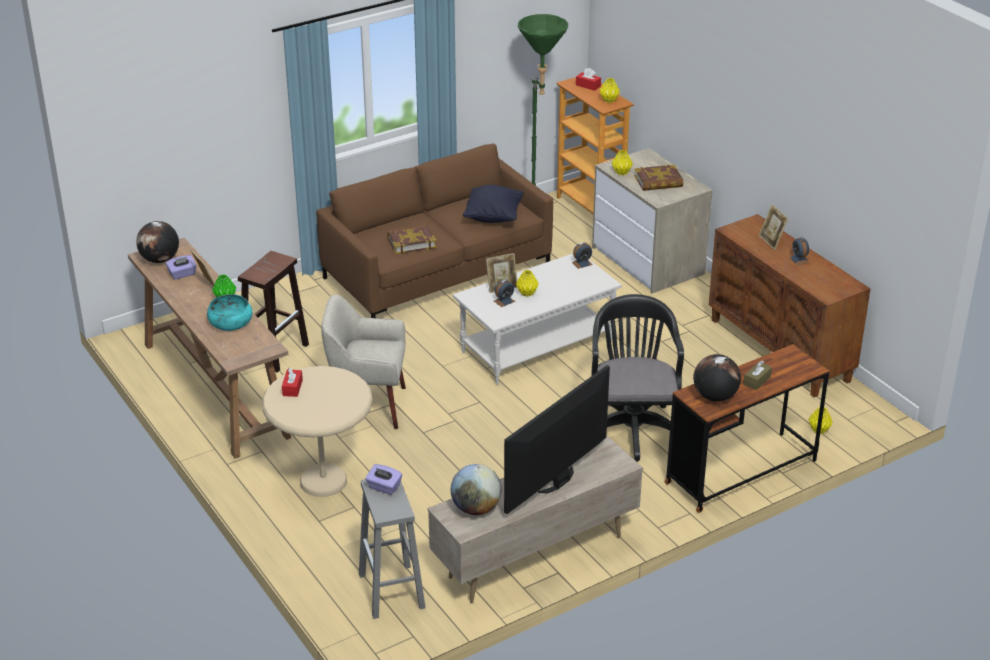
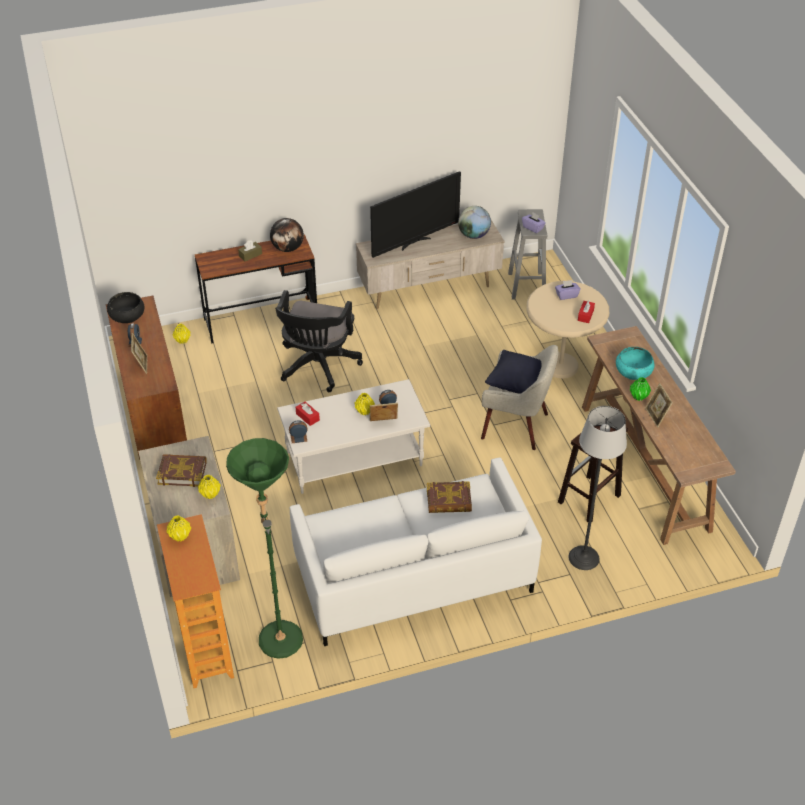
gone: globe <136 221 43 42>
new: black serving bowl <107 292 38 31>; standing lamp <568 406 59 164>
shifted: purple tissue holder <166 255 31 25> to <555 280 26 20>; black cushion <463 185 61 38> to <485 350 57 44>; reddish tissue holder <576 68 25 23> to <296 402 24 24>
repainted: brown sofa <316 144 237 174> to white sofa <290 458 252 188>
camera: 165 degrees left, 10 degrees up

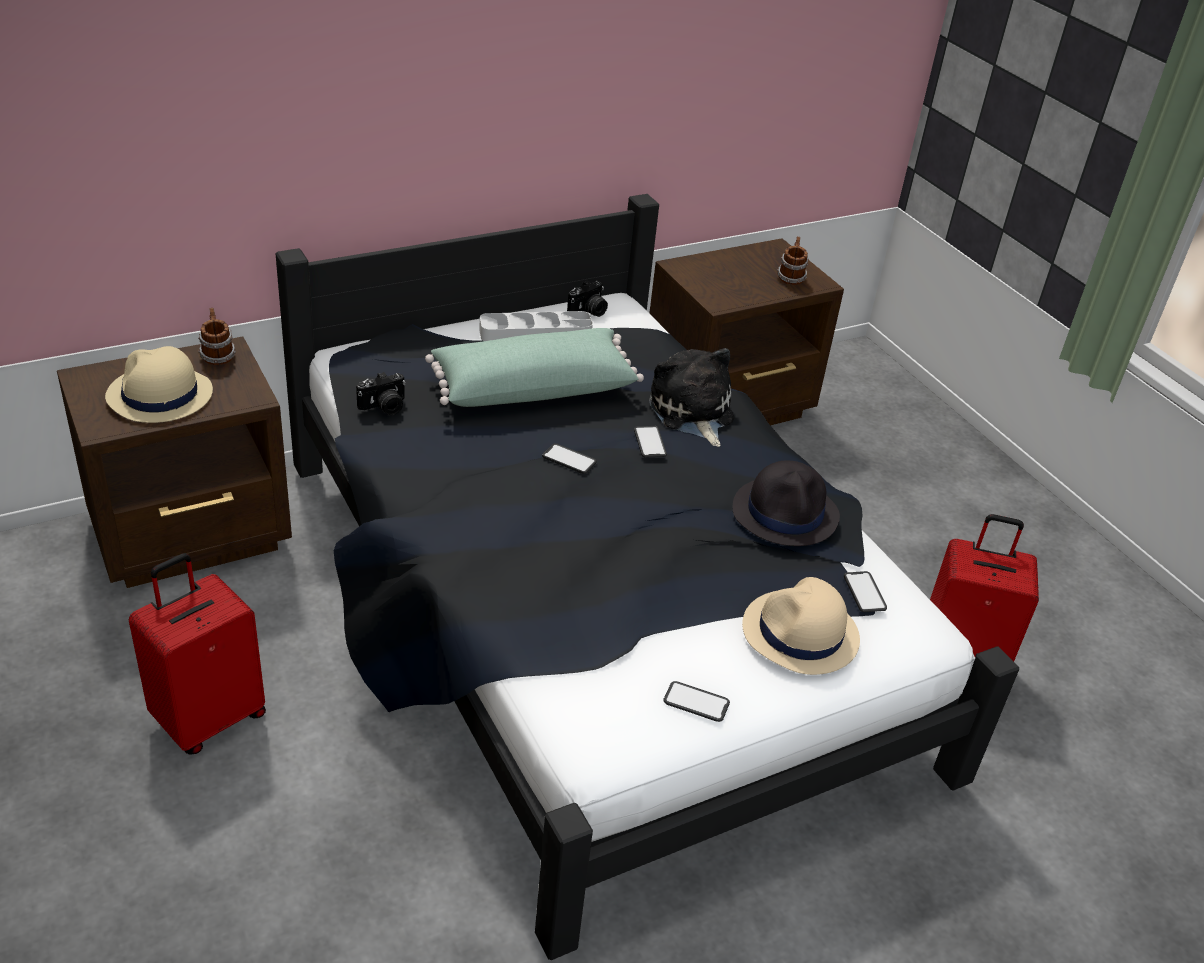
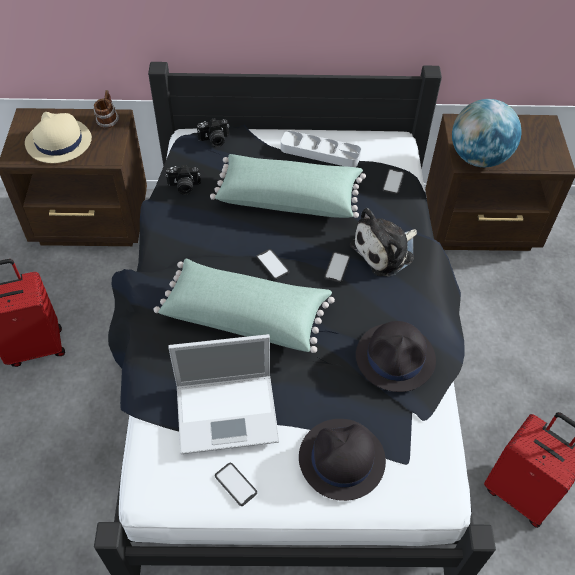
gone: mug <777 237 32 48>
new: green-coloured cushion <154 258 181 95>; laptop <168 334 111 120>; globe <452 99 69 68>
shifted: still camera <567 281 41 36> to <197 118 32 29>; telephone <844 571 43 41> to <382 169 23 25>
repainted: sand-coloured wearable hat <742 577 118 98> to black wearable hat <299 419 87 82>
rotated: soft toy <649 348 85 99> = <350 208 67 69> 135 degrees counterclockwise
camera: 30 degrees right, 15 degrees up

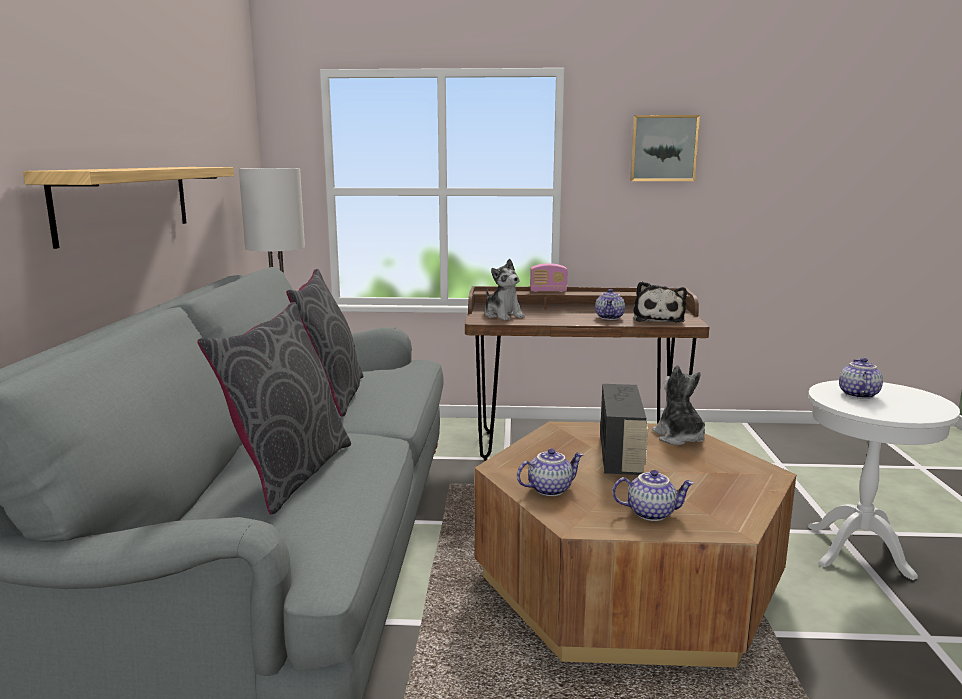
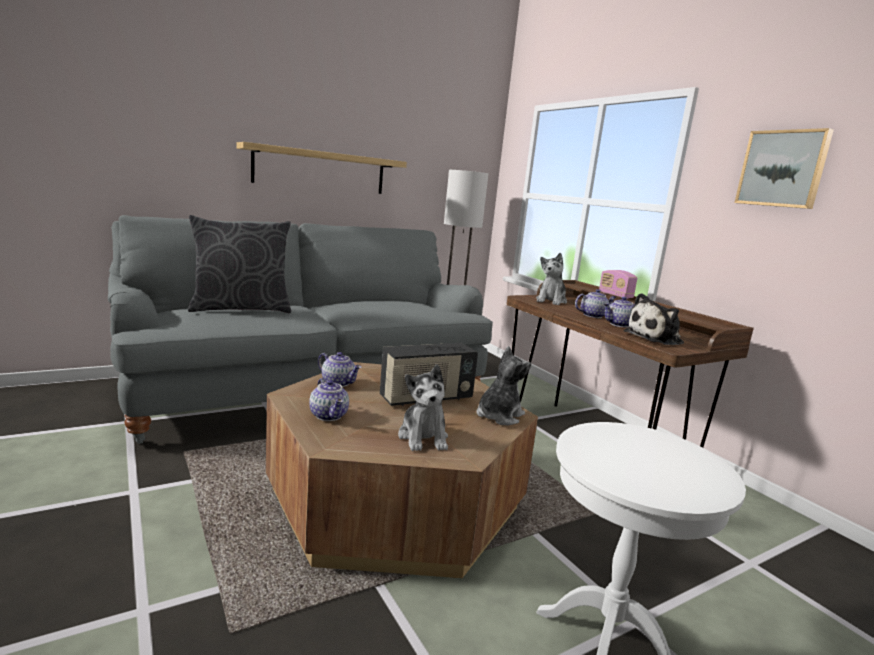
gone: greyish cushion <286 269 77 148>
new: soft toy <398 364 50 87>
shifted: tea pot <839 358 44 41> to <575 289 42 29>
camera: 55 degrees right, 0 degrees up

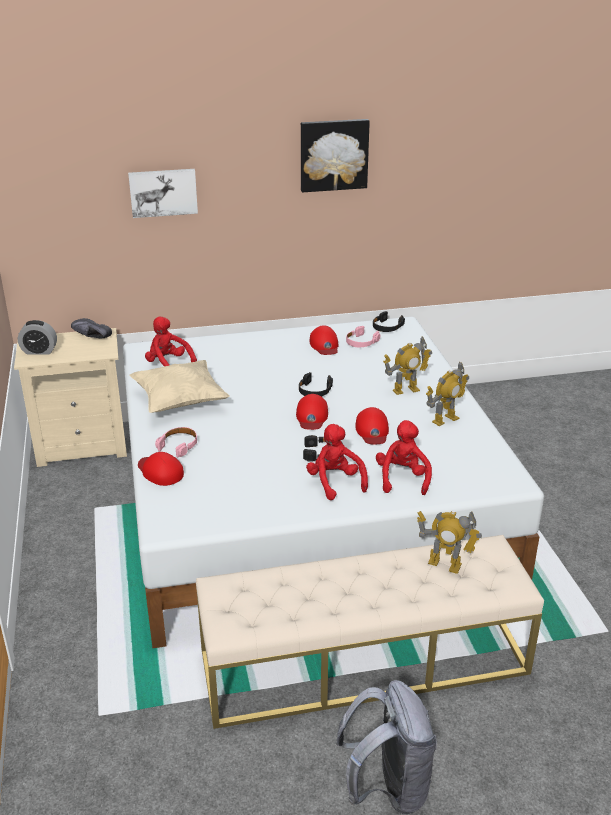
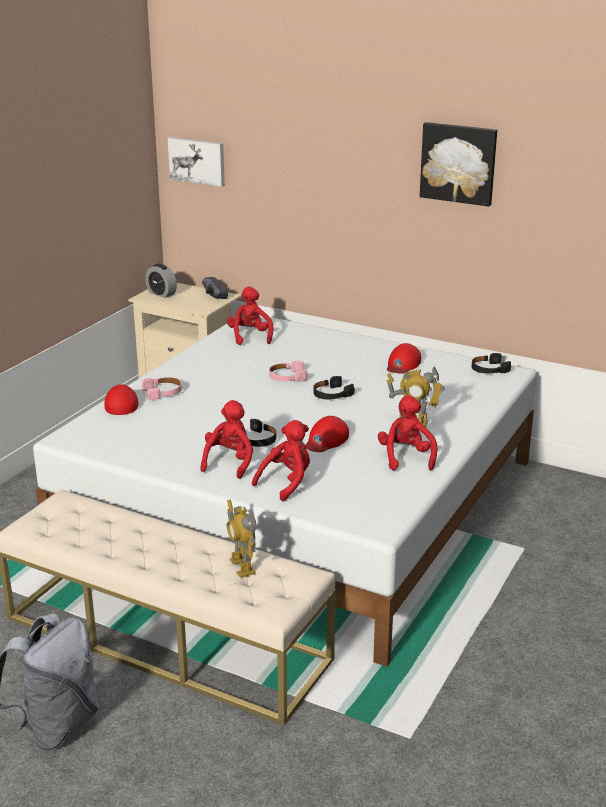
gone: sand-coloured cushion <129 360 101 53>; reddish peaked cap <296 394 32 36>
shifted: picture <128 169 70 49> to <168 137 57 50>; pink headset <346 326 34 21> to <269 361 38 21>
swapped: robot figure <426 362 43 64> to reddish soft toy <378 395 59 76>
camera: 40 degrees right, 5 degrees down

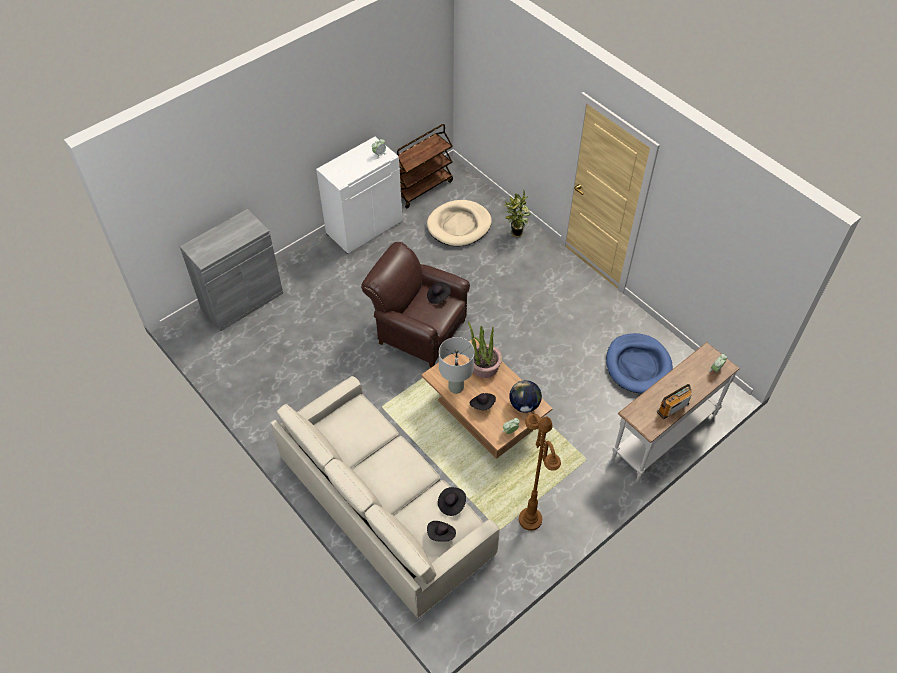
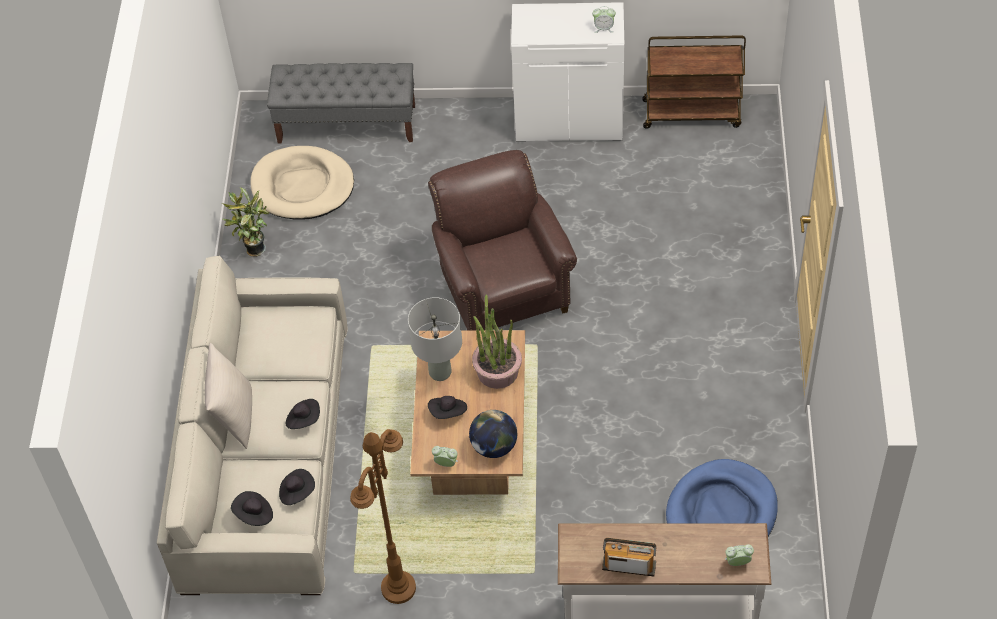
new: sand-coloured cushion <205 343 47 106>
shifted: sand-coloured pet bed <427 200 65 46> to <250 146 104 74>; black wearable hat <427 282 24 22> to <286 399 34 30>; houseplant <504 191 27 46> to <222 187 48 70>
swapped: greyish storage cabinet <180 209 103 122> to greyish long seat <267 63 148 81>
camera: 45 degrees right, 0 degrees up

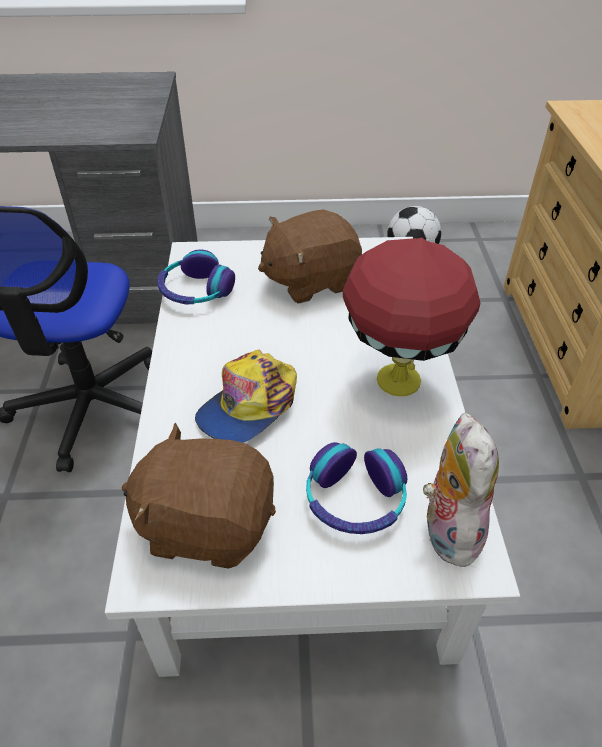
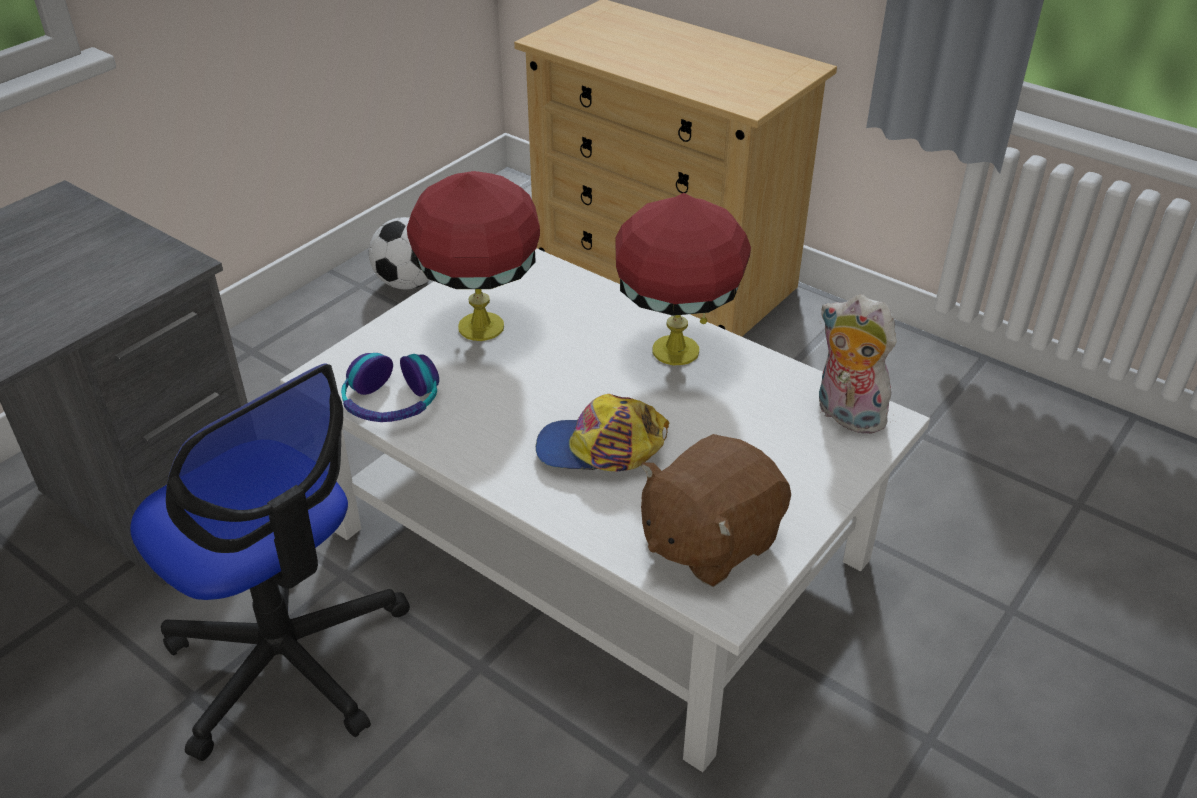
gone: headset <306 442 101 92>
swapped: brown soft toy <258 209 104 95> to reddish tabletop lamp <407 171 133 170>
rotated: peaked cap <195 350 102 93> = <536 394 133 78> 105 degrees clockwise
camera: 50 degrees left, 5 degrees down

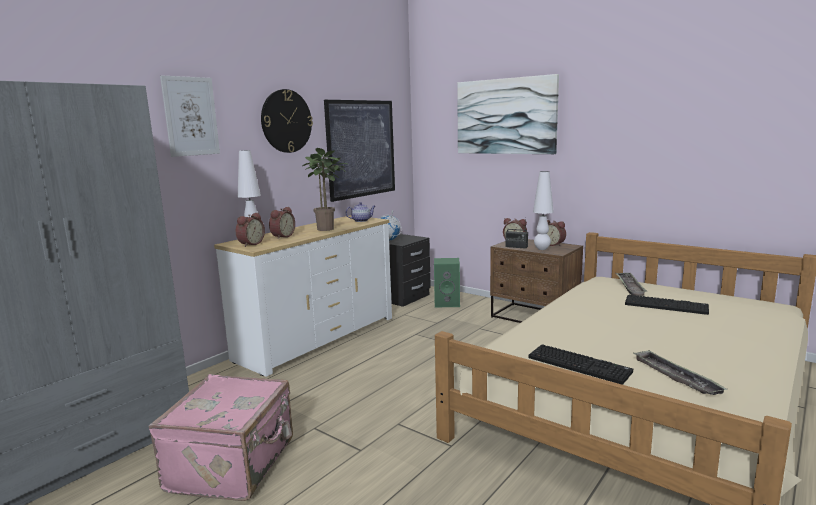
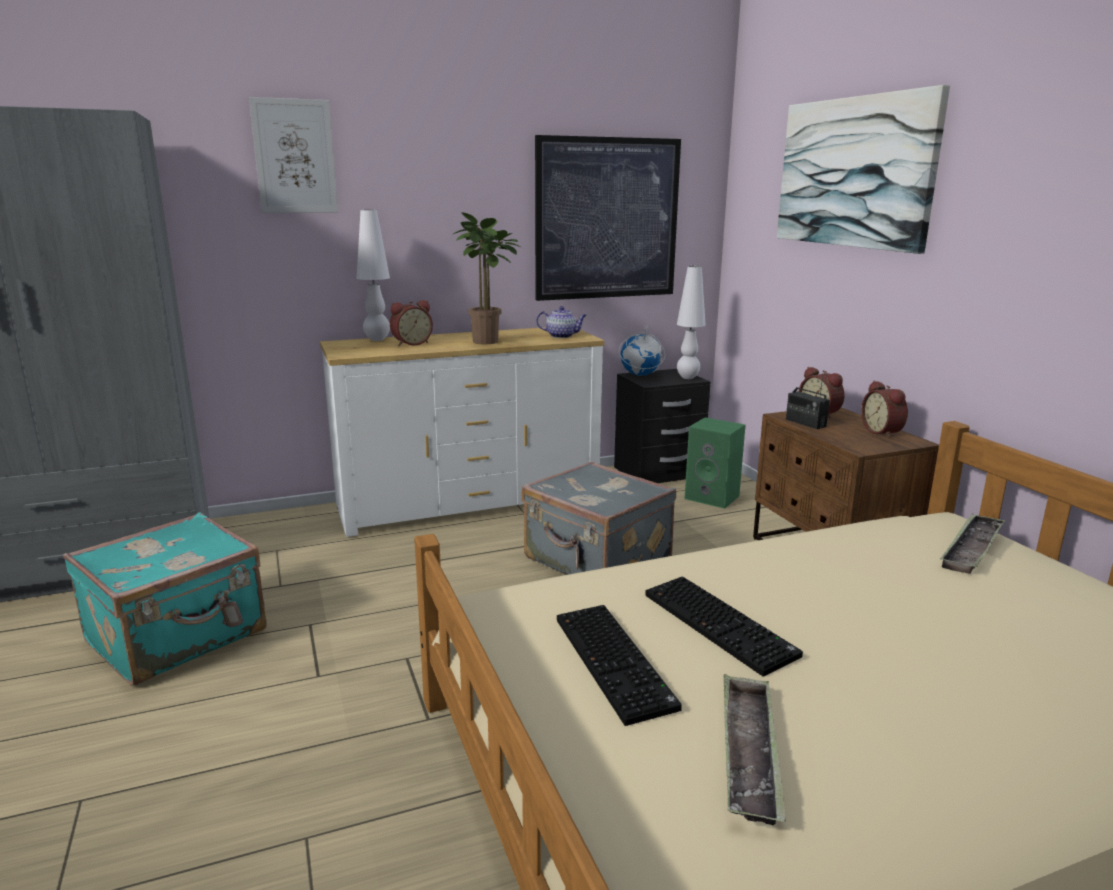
gone: table clock <236 213 29 34>; clock on the wall <261 89 52 64>
new: greyish suitcase <521 461 155 114>
shifted: white tabletop lamp <533 171 21 79> to <677 266 29 113>; PC keyboard <625 295 84 20> to <646 576 157 100>
repainted: pink suitcase <149 374 144 127> to turquoise-coloured suitcase <63 512 204 174>
camera: 30 degrees right, 5 degrees up

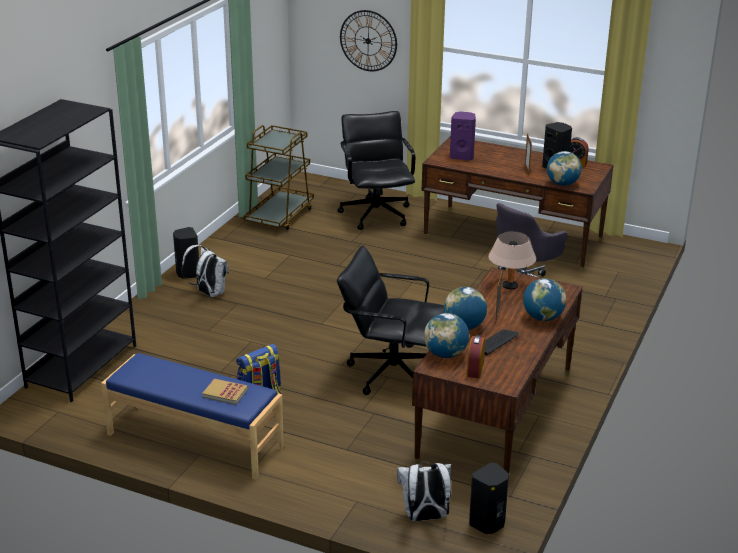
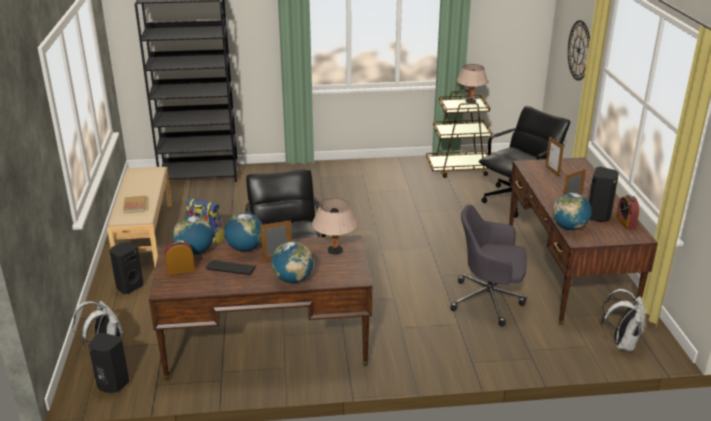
new: sand-coloured tabletop lamp <456 64 33 39>
shifted: black audio speaker <173 227 26 52> to <110 242 33 52>; white knapsack <181 245 48 52> to <602 289 43 63>
swapped: purple audio speaker <450 112 26 48> to picture frame <545 136 19 41>
repainted: bluish long seat <101 353 183 127> to sand-coloured long seat <107 167 65 100>
camera: 60 degrees right, 0 degrees up

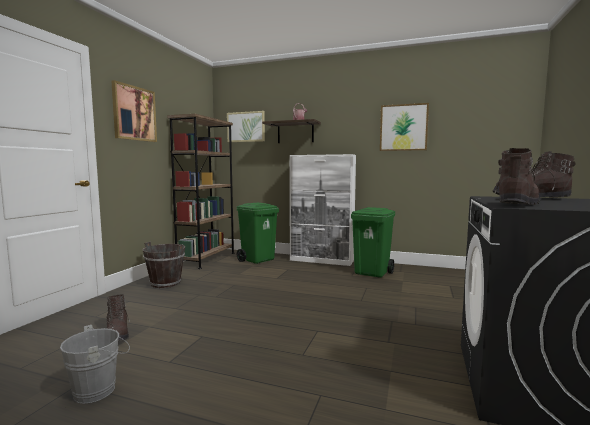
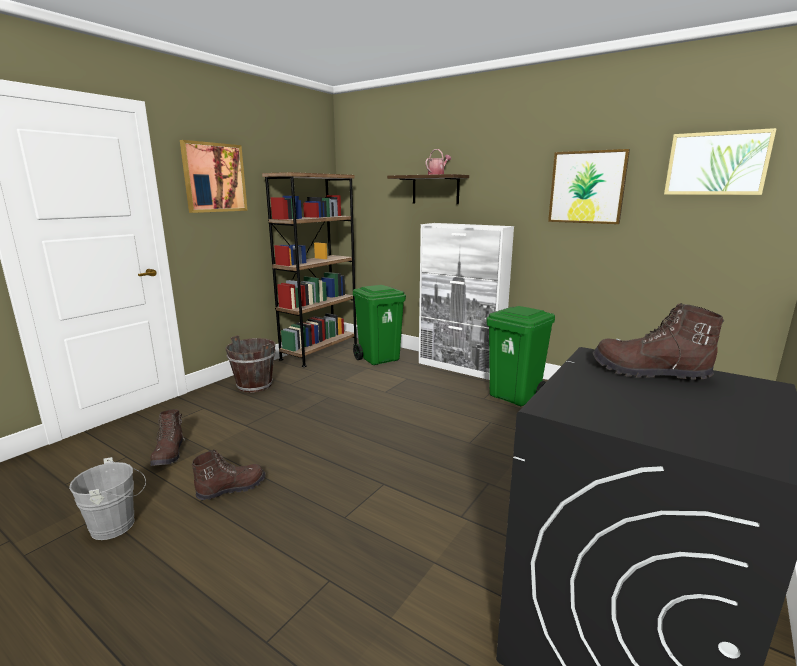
shifted: picture <227 111 38 31> to <664 128 113 67>; brown boot <495 148 44 57> to <192 449 74 51>
camera: 15 degrees right, 10 degrees up

